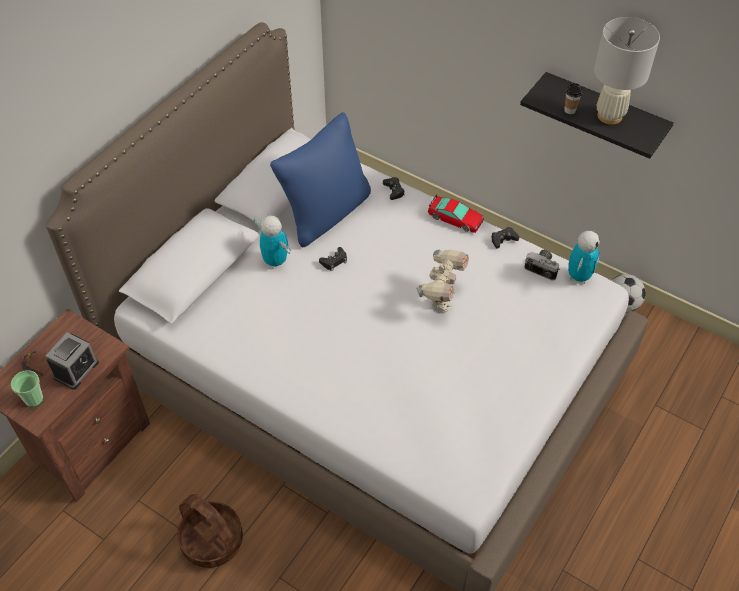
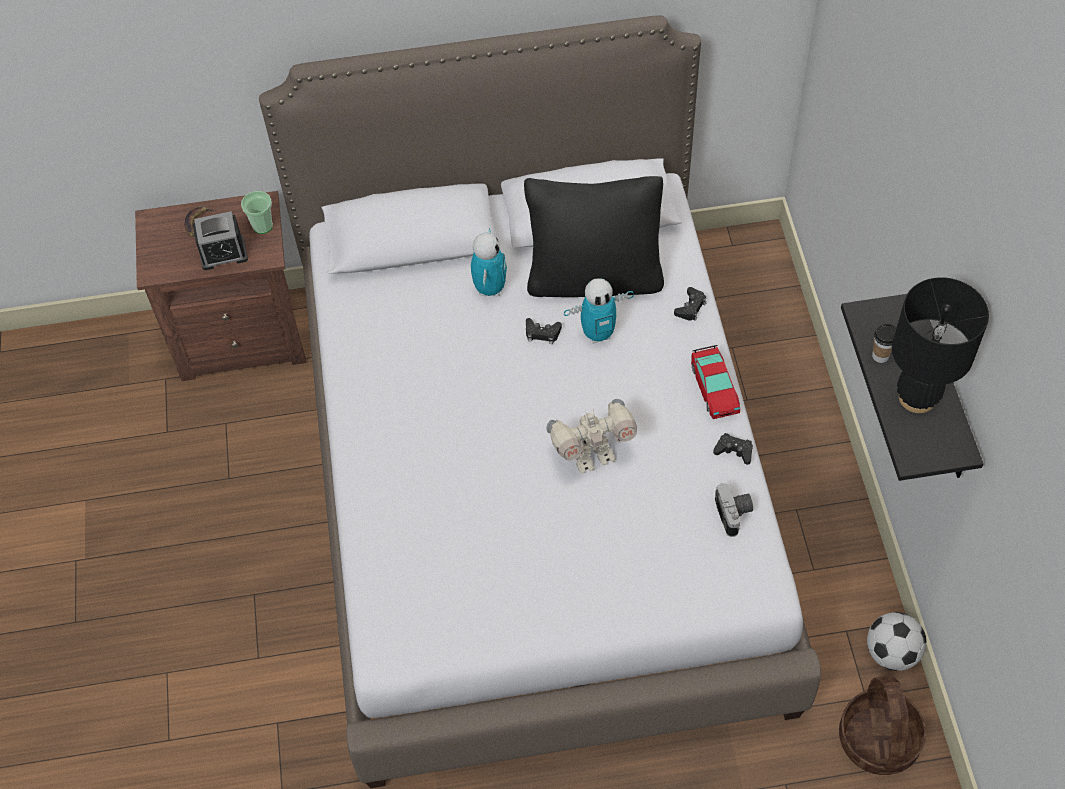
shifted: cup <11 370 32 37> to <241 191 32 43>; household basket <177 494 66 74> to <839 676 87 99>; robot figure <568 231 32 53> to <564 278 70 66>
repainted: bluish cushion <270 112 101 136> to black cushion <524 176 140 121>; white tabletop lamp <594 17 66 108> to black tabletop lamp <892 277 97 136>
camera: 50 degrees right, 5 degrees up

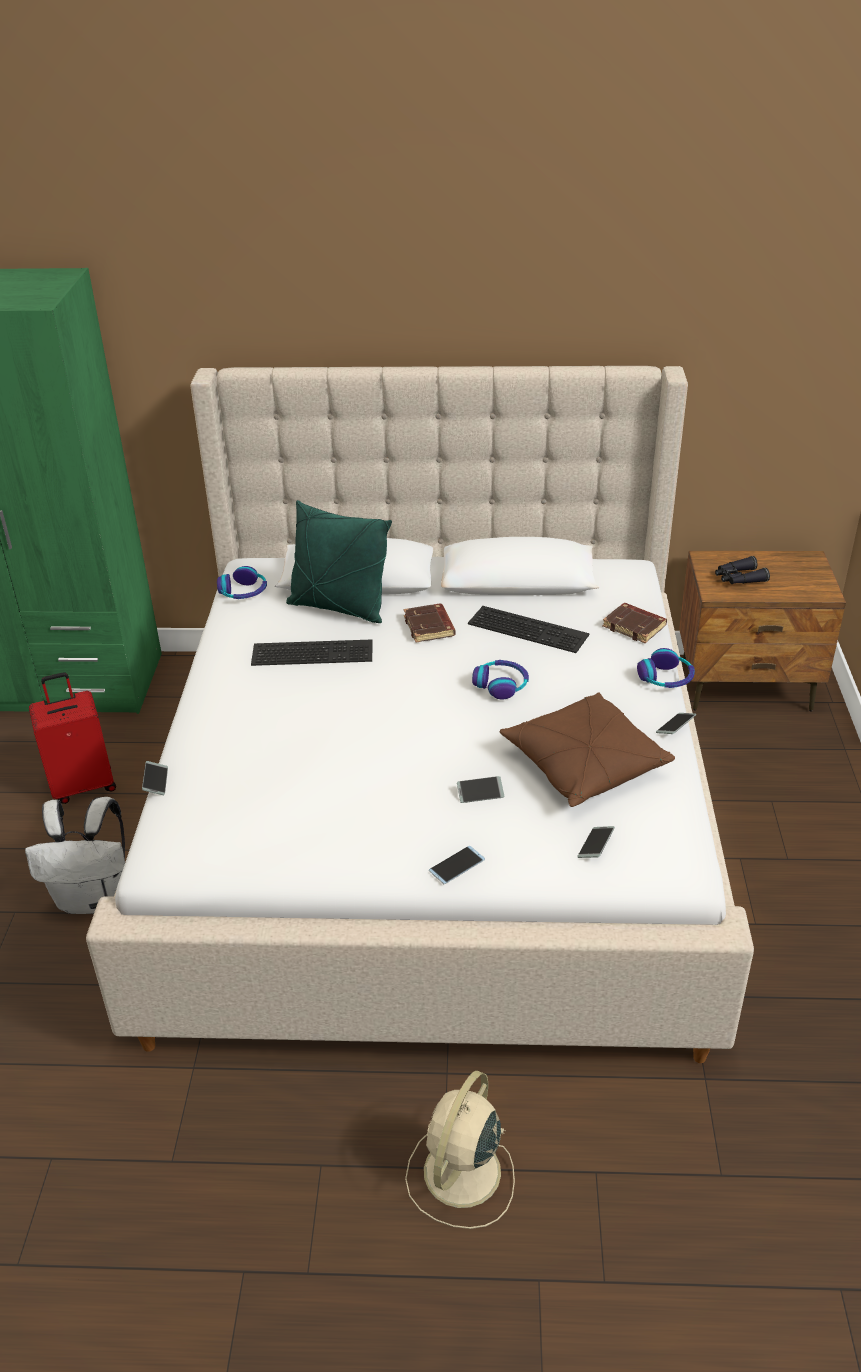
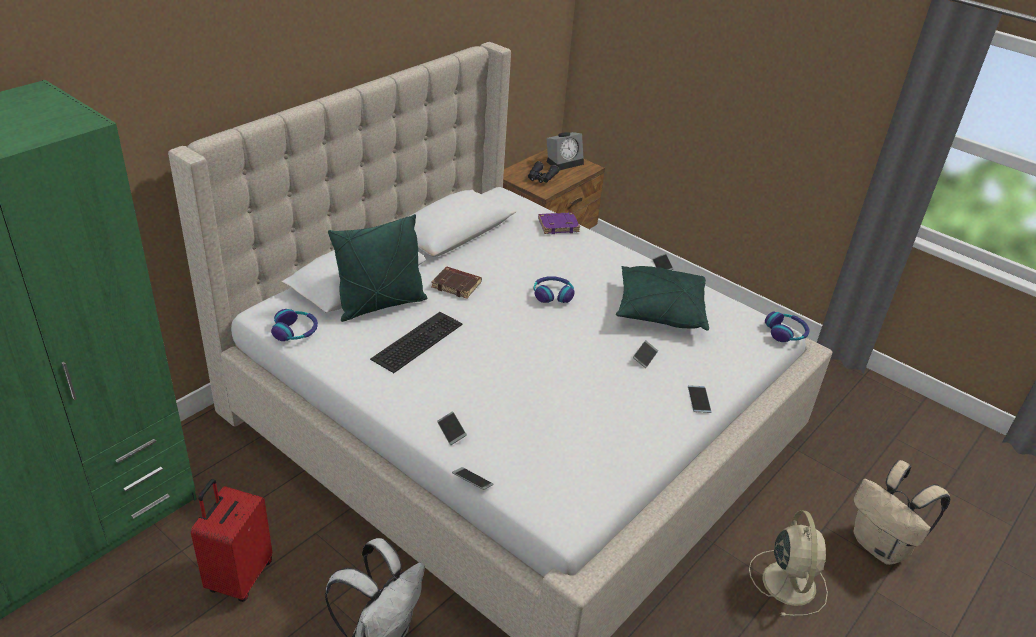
gone: PC keyboard <468 606 122 47>
new: table clock <546 132 38 38>; sand-coloured knapsack <854 460 96 105>
shifted: telephone <577 826 38 32> to <437 411 30 34>; headset <637 648 58 40> to <765 312 45 30>
repainted: brown cushion <500 692 175 115> to green-coloured cushion <616 266 93 65>; brown book <602 603 65 40> to purple book <538 212 42 22>
rotated: sand-coloured cooling fan <405 1071 110 158> = <749 510 79 107> 150 degrees counterclockwise
camera: 55 degrees left, 0 degrees up

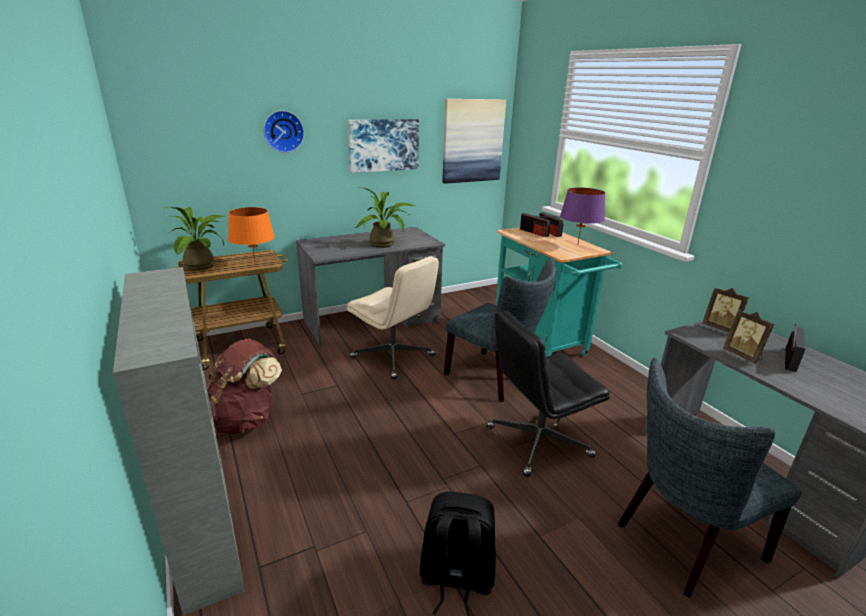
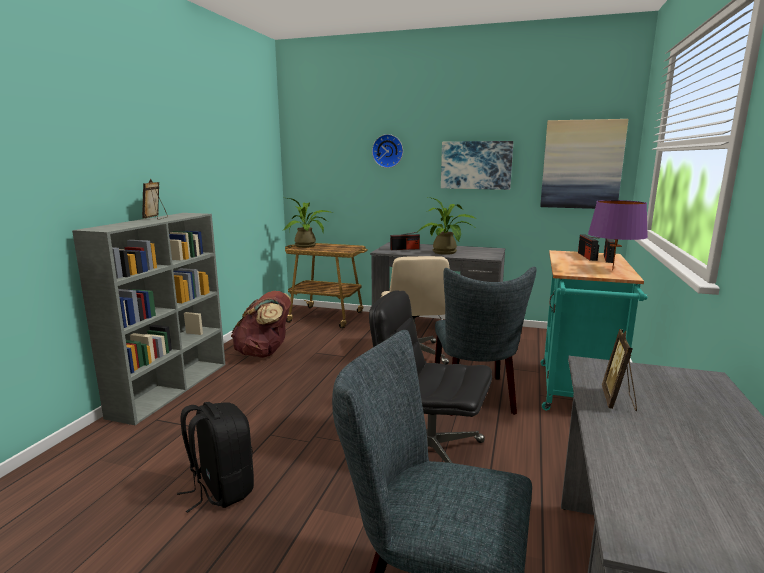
gone: orangey tabletop lamp <228 207 47 59>
shifted: picture frame <702 288 47 44> to <142 179 26 41>; radio set <785 323 20 49> to <390 232 30 18>
camera: 45 degrees right, 10 degrees down

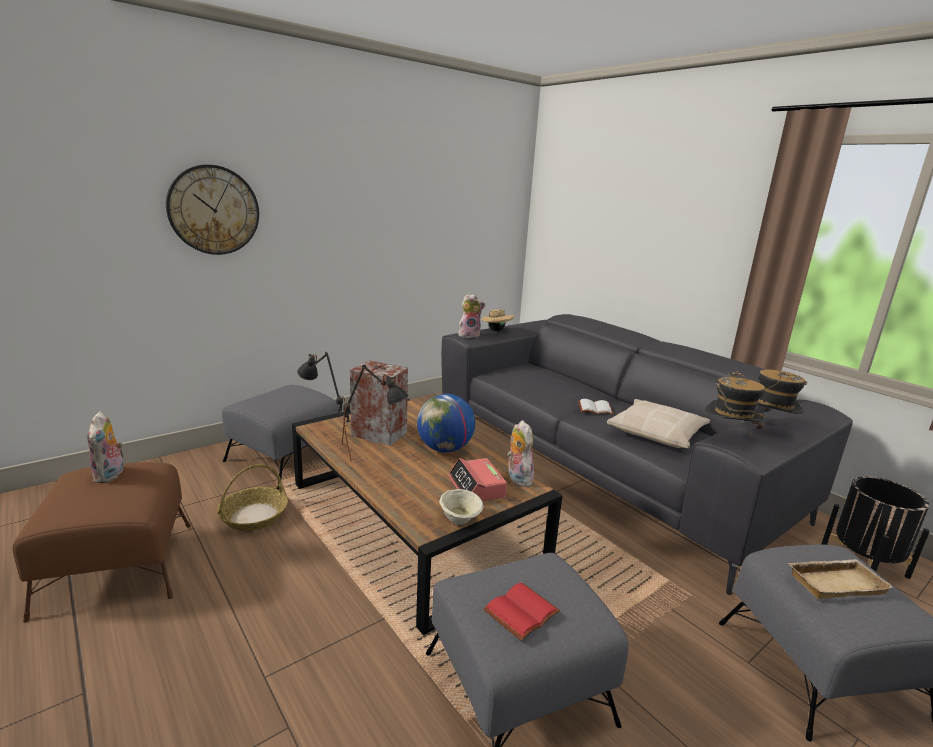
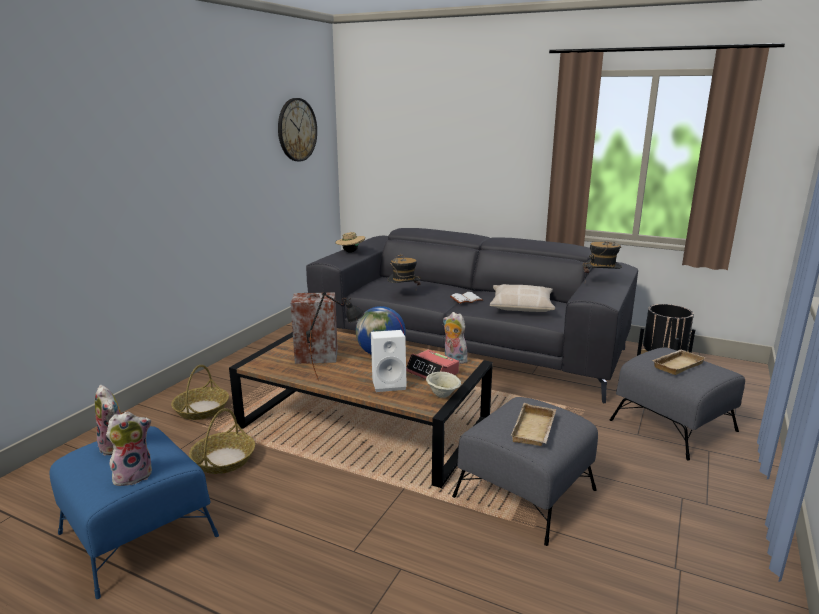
gone: black tabletop lamp <297 352 49 94>
new: white audio speaker <371 330 36 62>
shifted: clock on the wall <166 165 93 90> to <278 98 39 64>; soft toy <458 294 28 44> to <106 411 46 75>; wearable hat <705 371 61 65> to <388 254 33 32>
swapped: greyish pouffe <222 385 117 105> to household basket <171 365 58 55>; reddish book <483 582 77 59> to sand-coloured serving tray <511 403 45 43>
repainted: brown pouffe <13 462 178 161> to bluish pouffe <50 426 169 173>
camera: 25 degrees left, 0 degrees up

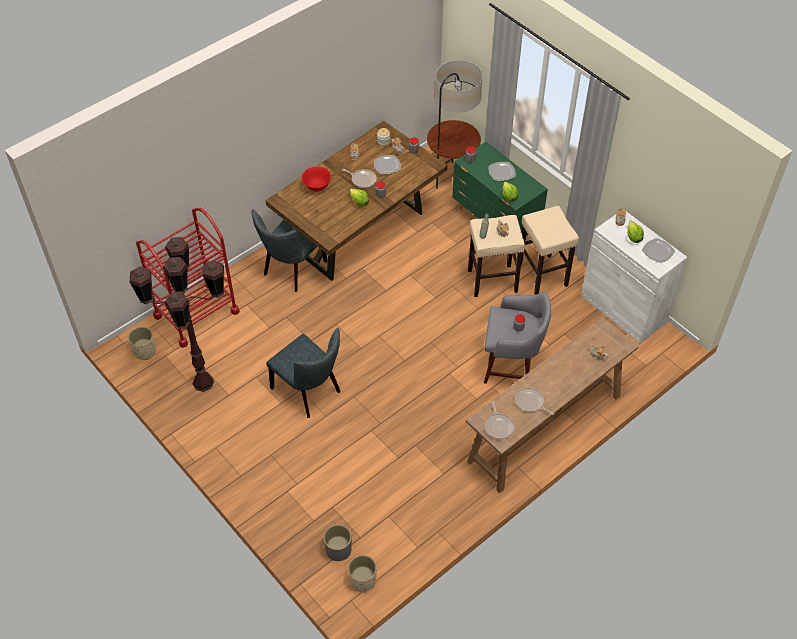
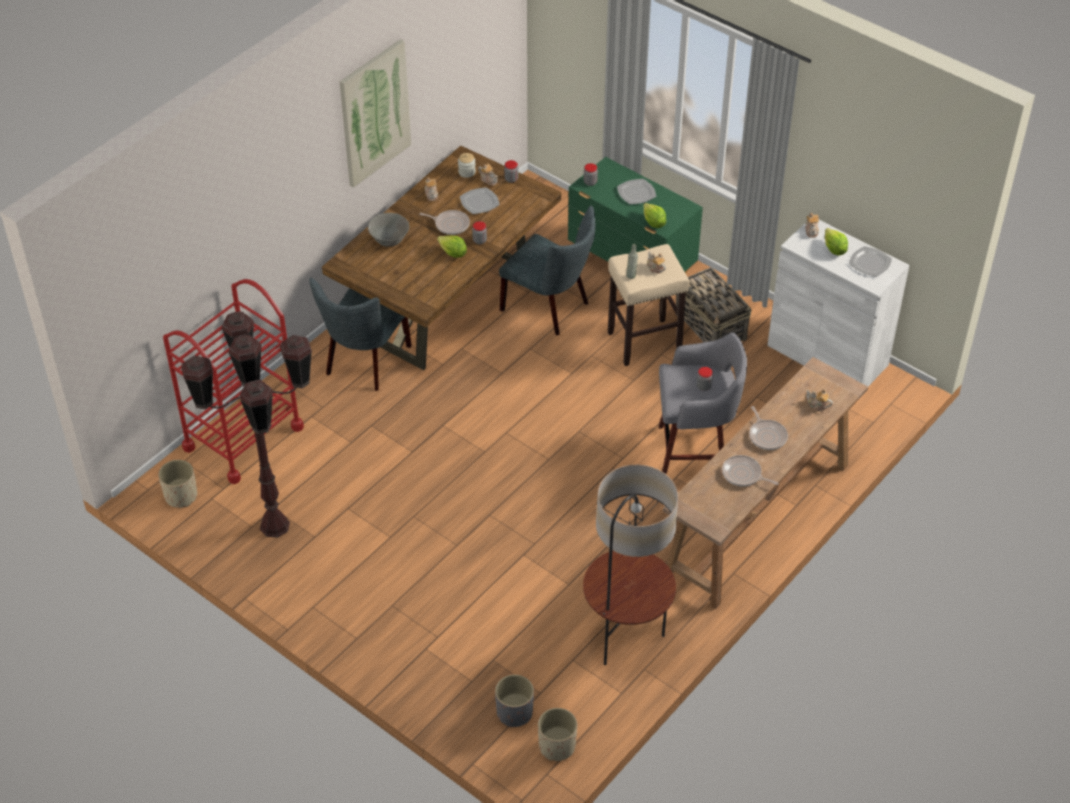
new: picture <340 39 71 149>
shifted: greyish chair <266 328 74 90> to <499 205 96 130>; standing lamp <427 60 56 128> to <583 465 95 200>; pan <485 401 29 38> to <749 406 39 44>
swapped: sand-coloured stool seat <521 206 58 89> to household basket <675 267 77 75>
repainted: reddish serving bowl <302 167 29 25> to greyish serving bowl <368 213 41 34>
camera: 10 degrees left, 5 degrees down

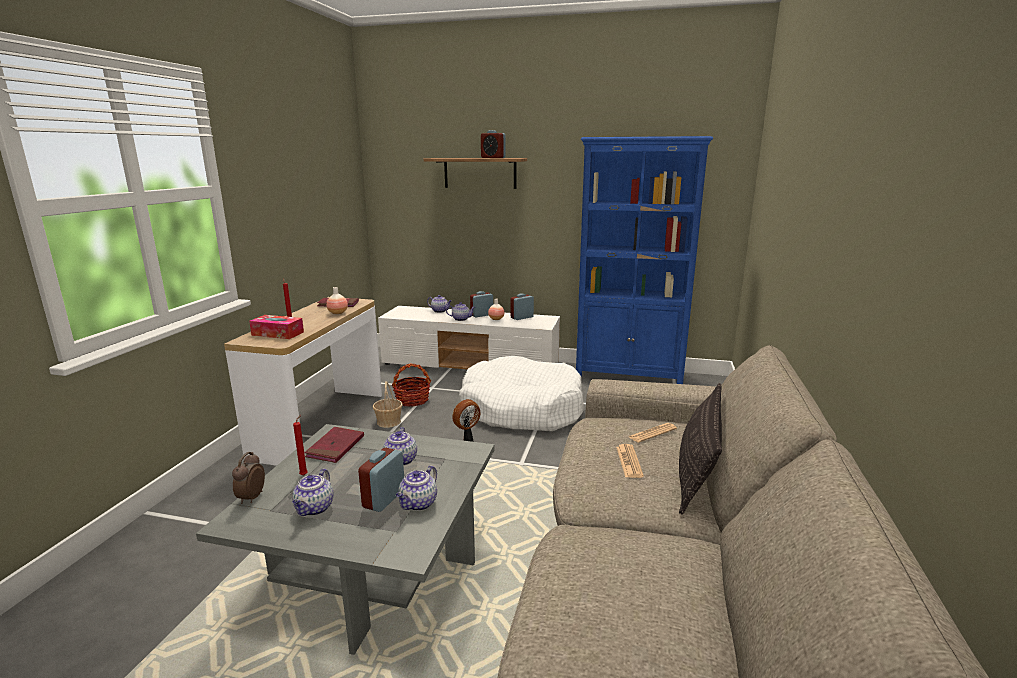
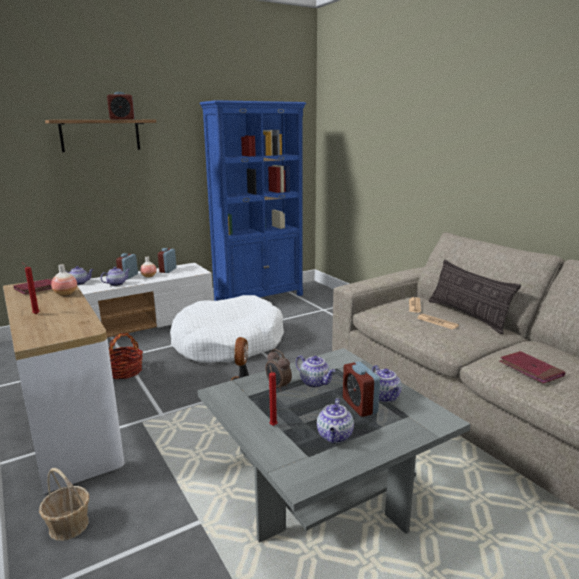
gone: tissue holder <249 315 55 24>
shifted: table clock <232 452 33 52> to <266 349 26 42>; reddish book <305 427 59 36> to <499 351 67 33>; household basket <373 381 30 47> to <39 468 50 73>
rotated: tea pot <292 468 41 48> = <317 398 37 45> 45 degrees clockwise
camera: 45 degrees left, 0 degrees up

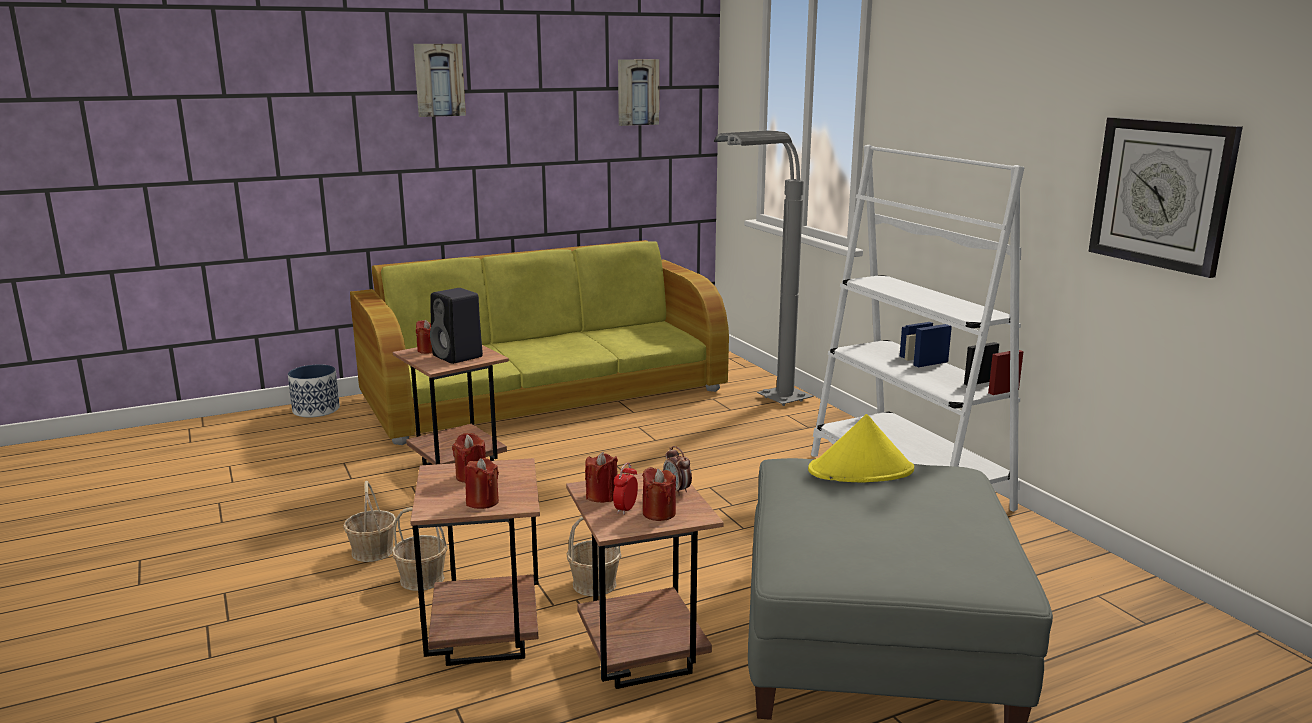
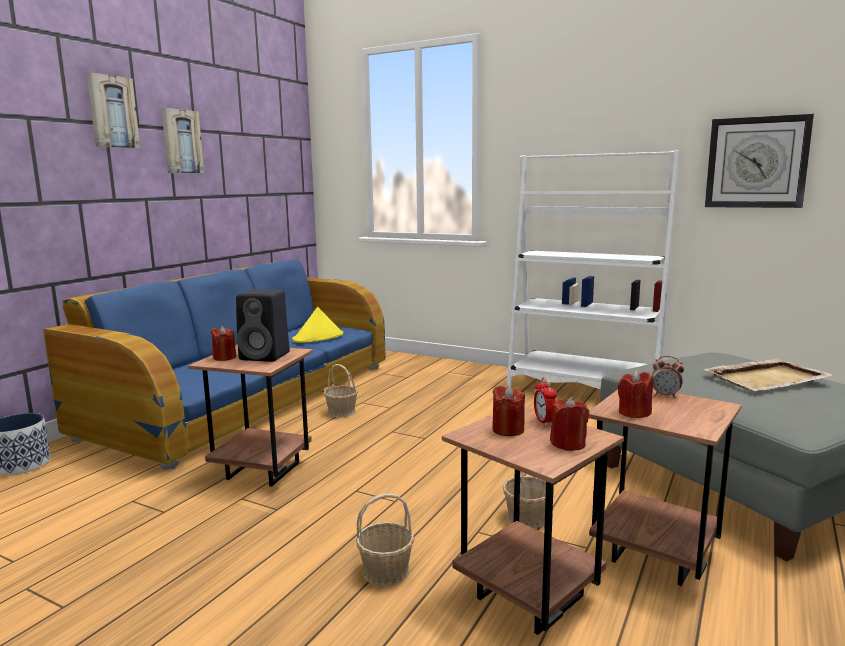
gone: reddish wax candle <642 467 34 54>; greyish standing lamp <714 130 100 276>
new: sand-coloured serving tray <704 358 129 33>
shifted: household basket <343 481 53 81> to <324 364 34 53>; table clock <613 462 25 53> to <534 377 23 49>; picture <618 59 41 67> to <161 108 43 65>; yellowish wearable hat <808 414 106 68> to <292 307 51 36>
repainted: green-coloured sofa <350 240 379 205> to bluish sofa <43 259 342 211>
camera: 35 degrees left, 5 degrees down

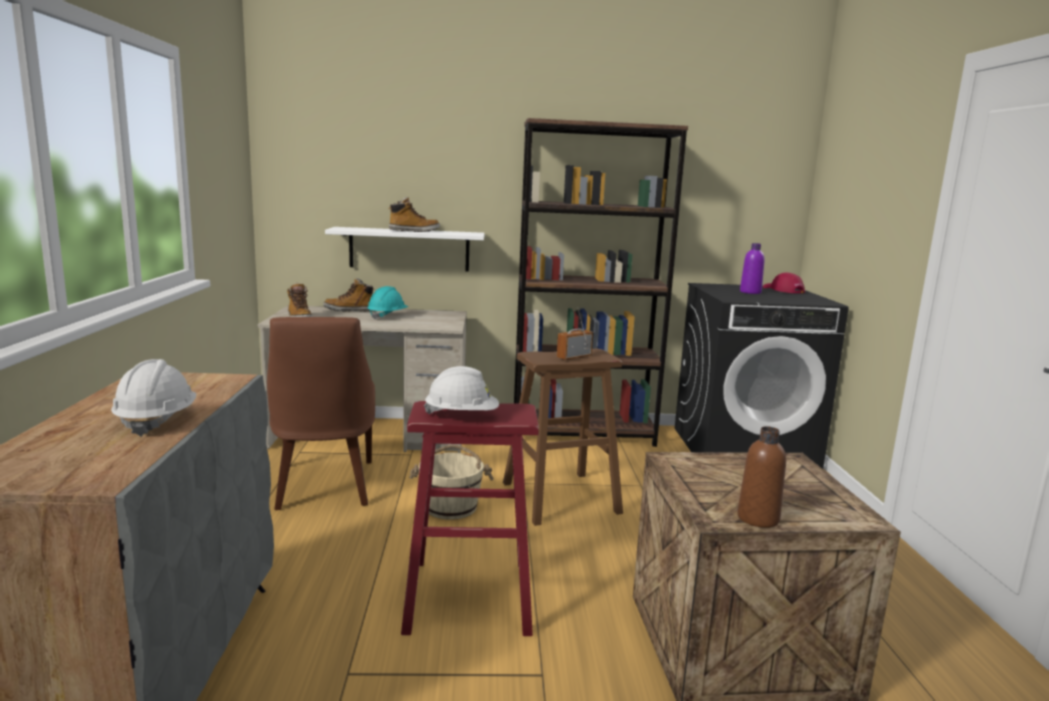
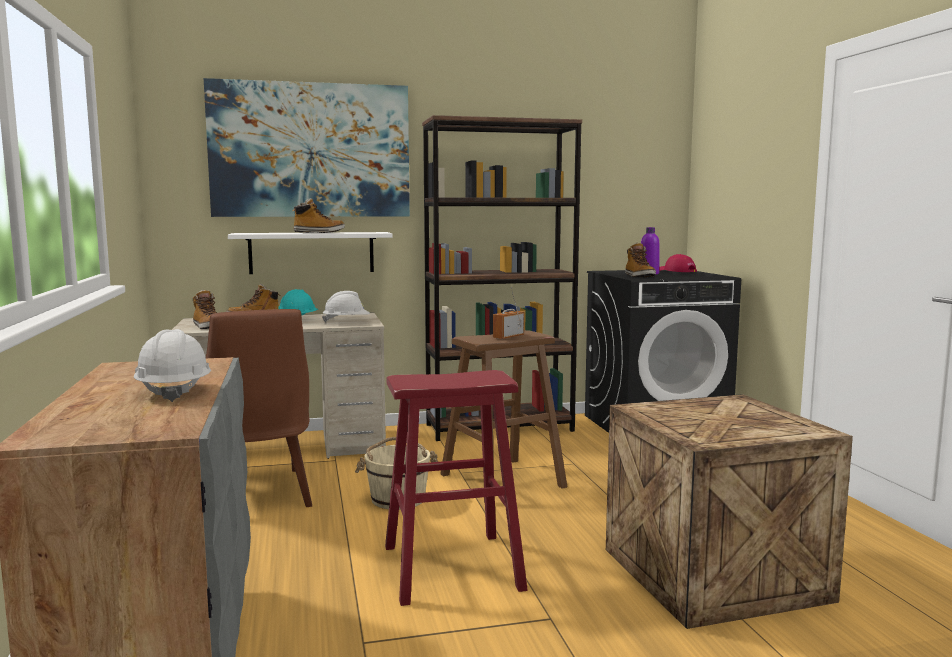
gone: brown bottle <737 426 49 102>
new: picture <204 78 206 139>; boot <625 243 31 34>
shifted: white work helmet <424 366 75 48> to <322 291 48 32>
camera: 10 degrees left, 5 degrees down

